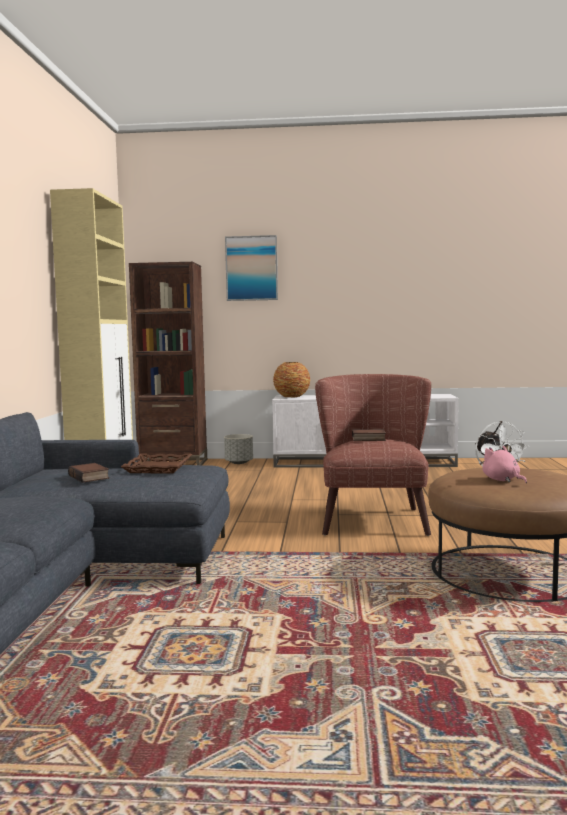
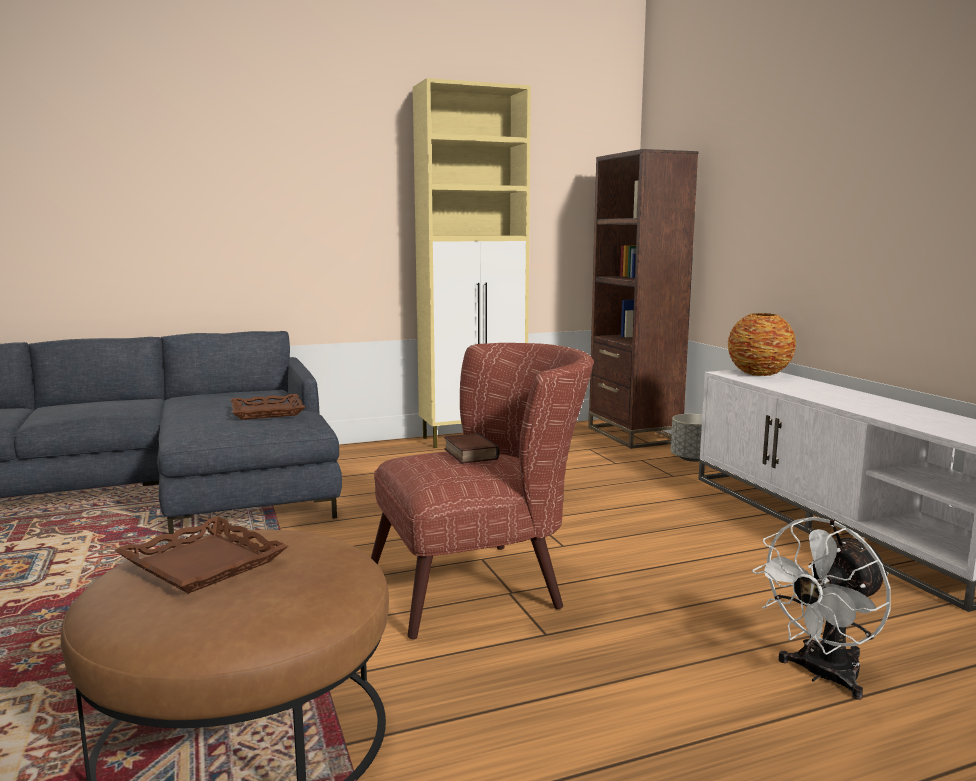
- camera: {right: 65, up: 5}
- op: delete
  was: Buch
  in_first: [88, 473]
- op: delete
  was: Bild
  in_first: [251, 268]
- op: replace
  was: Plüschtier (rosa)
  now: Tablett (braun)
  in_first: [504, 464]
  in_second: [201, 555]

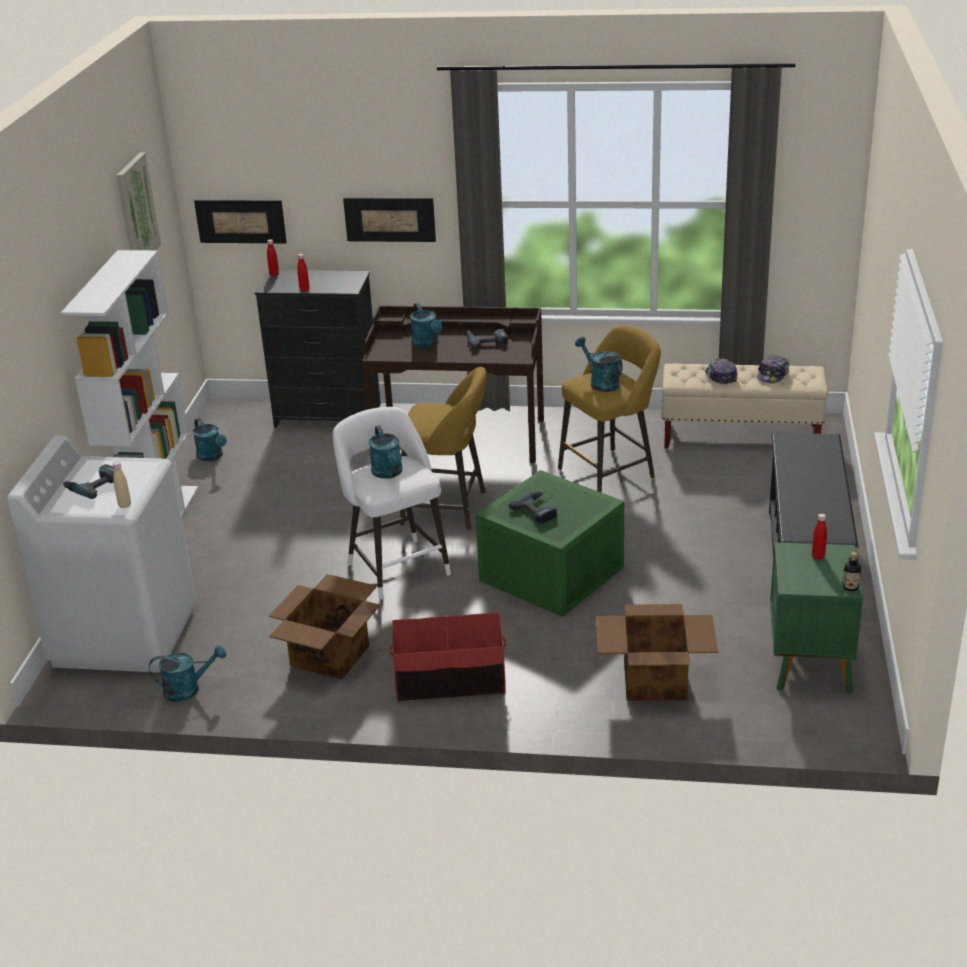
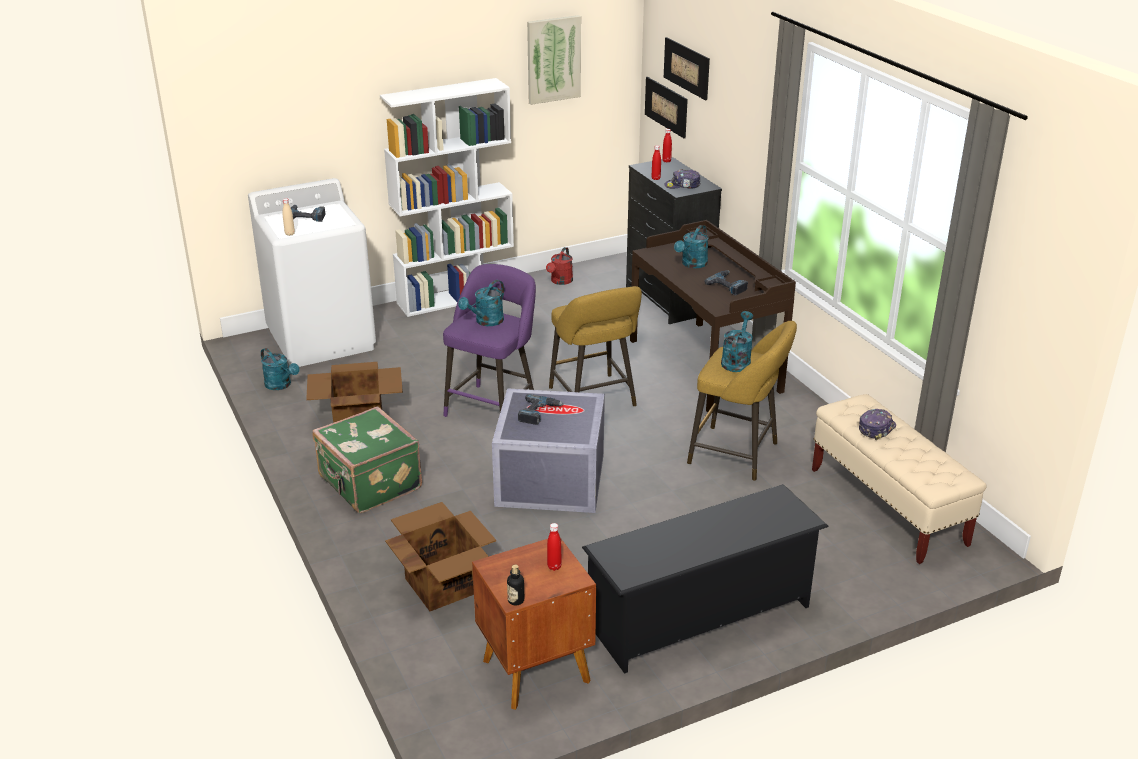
- camera: {right: 55, up: 0}
- op: move
  was: Bild
  in_first: [389, 220]
  in_second: [687, 69]
- op: move
  was: Kappe
  in_first: [773, 368]
  in_second: [683, 179]
- op: replace
  was: Aufbewahrungsbox (rot)
  now: Koffer (grün)
  in_first: [448, 656]
  in_second: [367, 459]
- op: recolor
  was: Gießkanne (türkis)
  now: Gießkanne (rot)
  in_first: [210, 439]
  in_second: [559, 266]
- op: recolor
  was: Hocker (weiß)
  now: Hocker (lila)
  in_first: [392, 503]
  in_second: [489, 340]
- op: recolor
  was: Aufbewahrungsbox (grün)
  now: Aufbewahrungsbox (grau)
  in_first: [549, 543]
  in_second: [548, 450]
- op: recolor
  was: Nachttisch (grün)
  now: Nachttisch (braun)
  in_first: [816, 618]
  in_second: [534, 624]

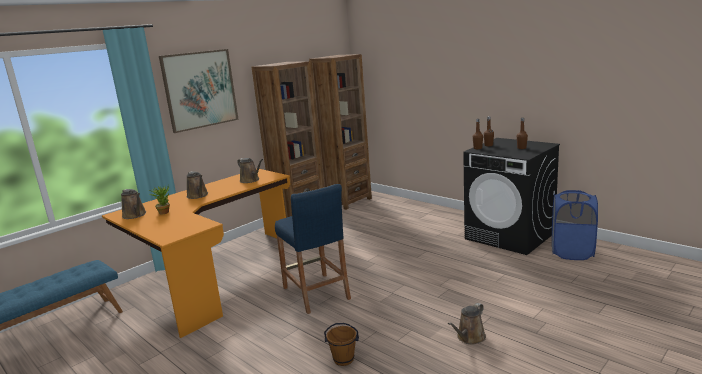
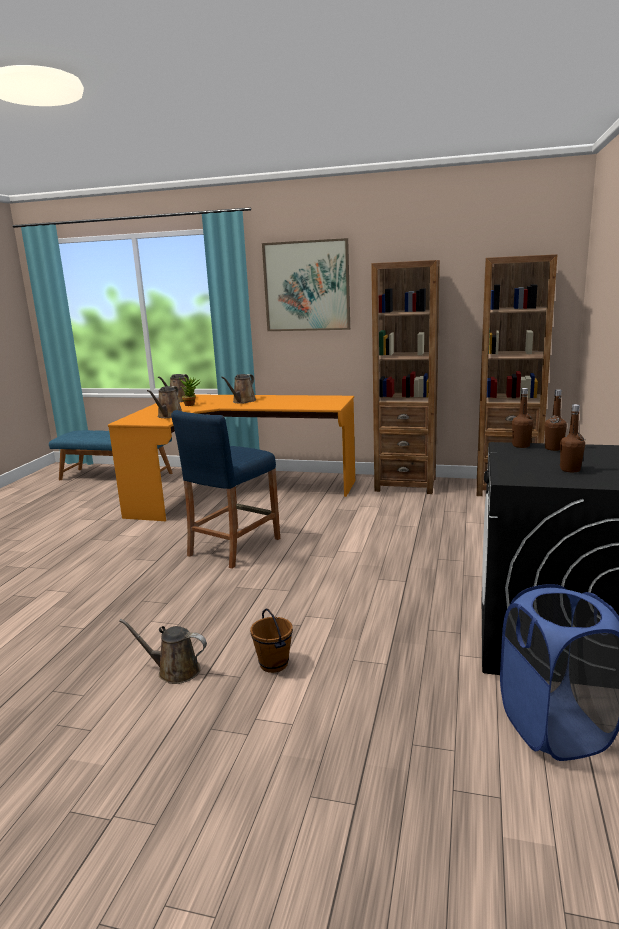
- camera: {right: 60, up: 0}
- op: move
  was: Gießkanne (braun)
  in_first: [250, 170]
  in_second: [164, 402]
- op: move
  was: Eimer (braun)
  in_first: [341, 344]
  in_second: [271, 641]

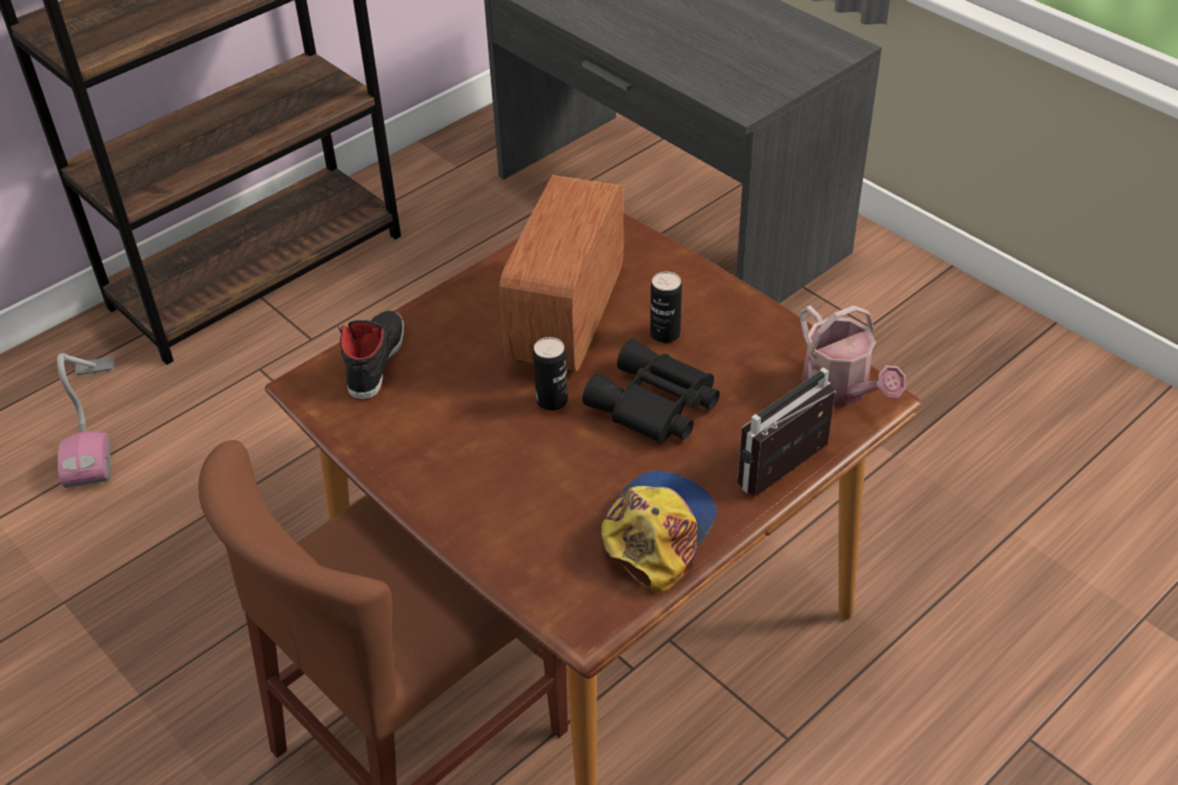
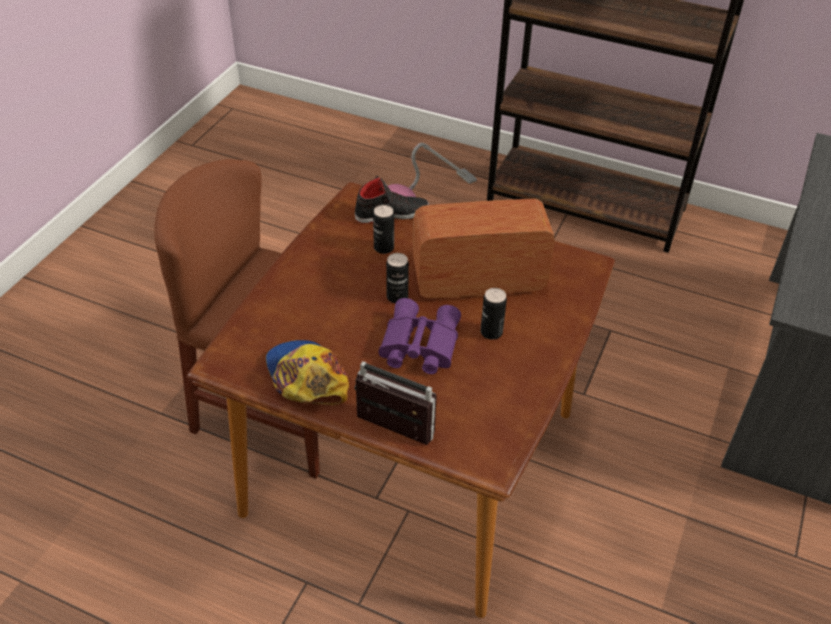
- camera: {right: 65, up: 0}
- op: delete
  was: Gießkanne
  in_first: [853, 356]
- op: insert
  now: Dose
  in_second: [383, 229]
- op: recolor
  was: Fernglas (schwarz)
  now: Fernglas (lila)
  in_first: [651, 392]
  in_second: [420, 336]
- op: rotate
  was: Kappe
  in_first: [659, 532]
  in_second: [307, 372]
  clockwise: -120

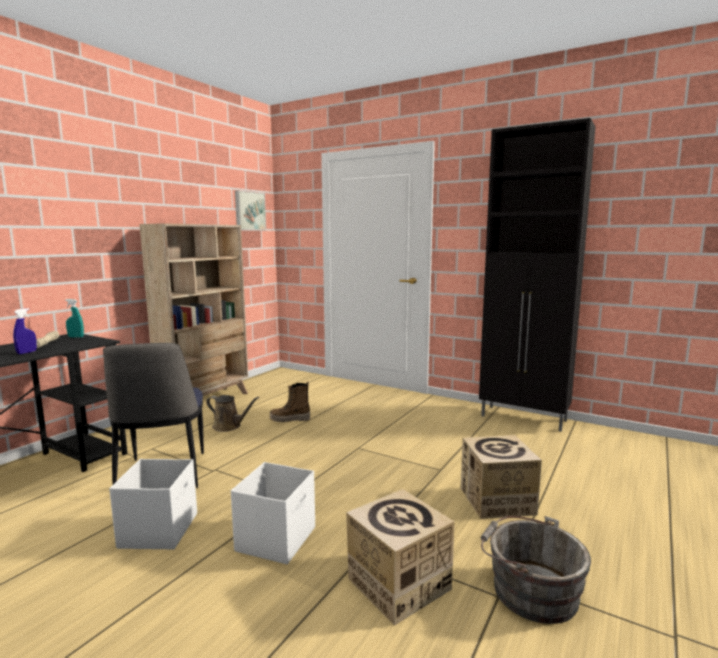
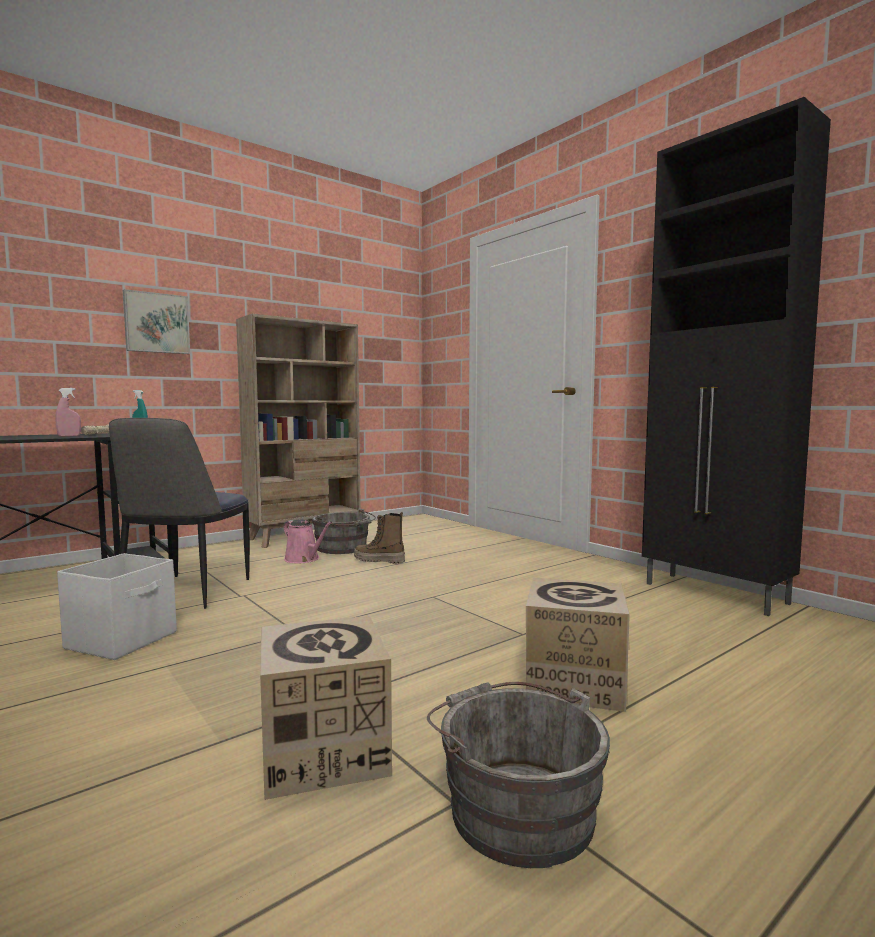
- camera: {right: 20, up: -5}
- op: delete
  was: Aufbewahrungsbox (weiß)
  in_first: [273, 513]
- op: insert
  now: Eimer (grau)
  in_second: [344, 531]
- op: move
  was: Bild
  in_first: [250, 210]
  in_second: [156, 321]
- op: recolor
  was: Sprühflasche (blau)
  now: Sprühflasche (rosa)
  in_first: [25, 331]
  in_second: [68, 412]
- op: recolor
  was: Gießkanne (braun)
  now: Gießkanne (rosa)
  in_first: [232, 413]
  in_second: [308, 541]

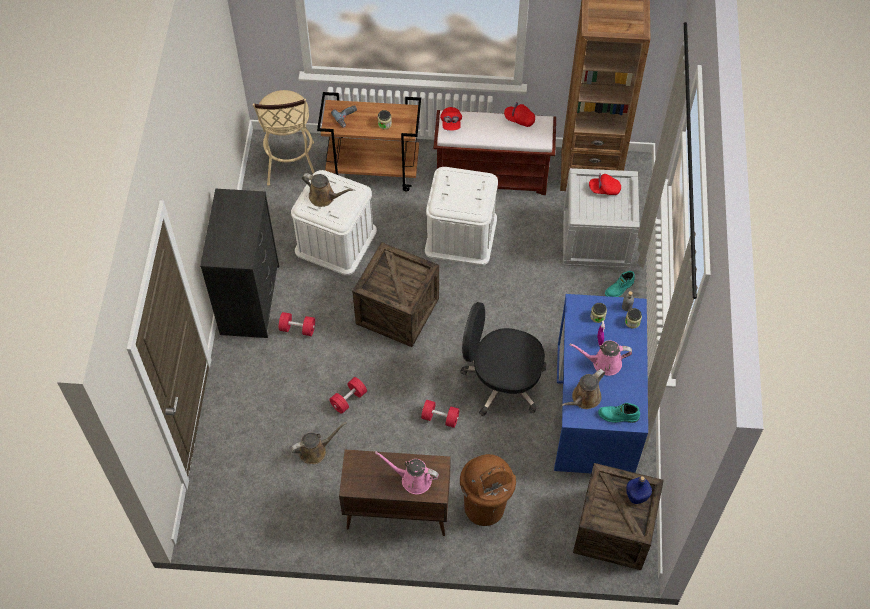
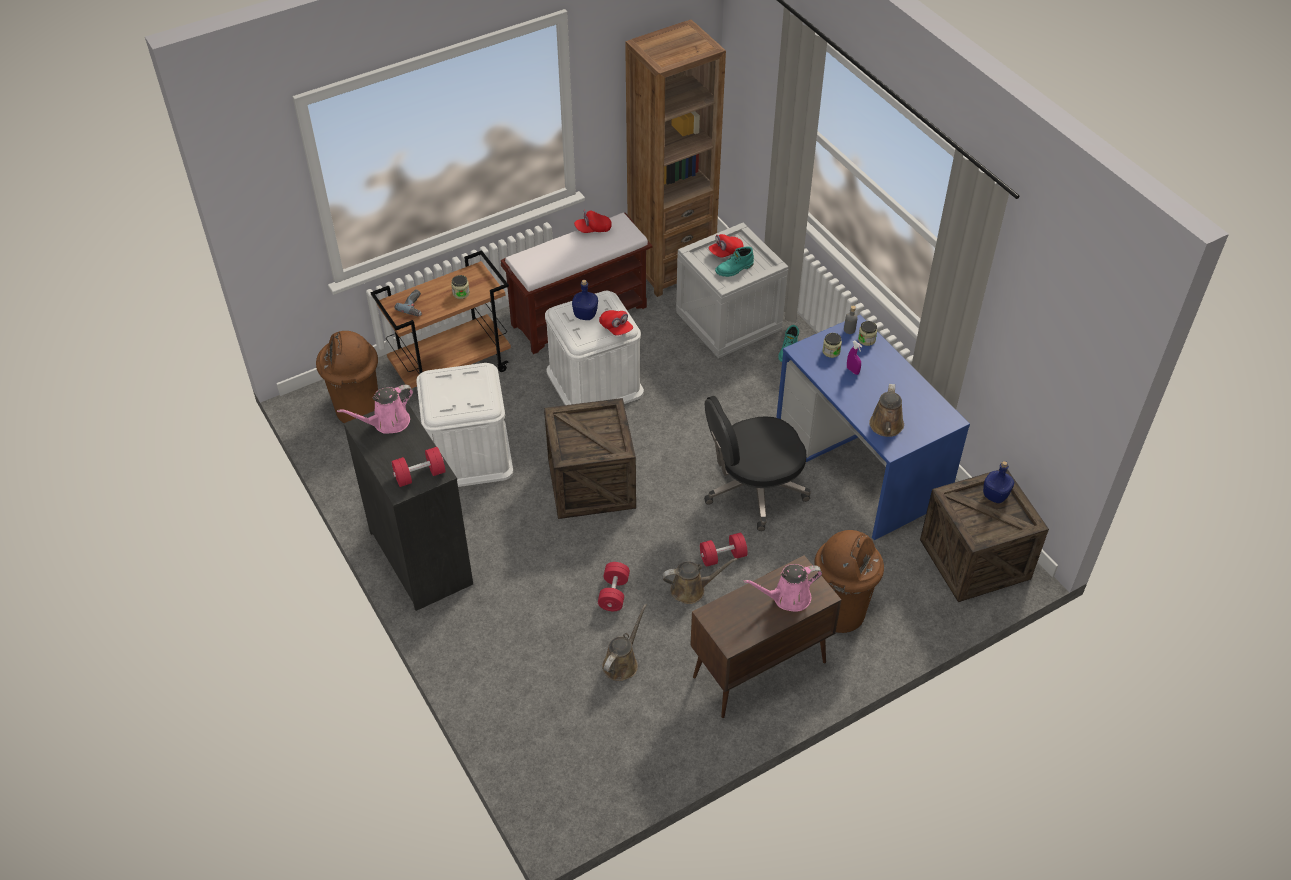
- camera: {right: -35, up: -10}
- op: insert
  now: Flasche (blau)
  in_second: [585, 300]
- op: move
  was: Hantel (rot)
  in_first: [297, 324]
  in_second: [419, 467]
- op: move
  was: Gießkanne (braun)
  in_first: [327, 190]
  in_second: [699, 581]
- op: move
  was: Kappe (rot)
  in_first: [451, 119]
  in_second: [616, 323]
- op: move
  was: Gießkanne (rosa)
  in_first: [601, 358]
  in_second: [375, 409]
- op: move
  was: Stiefel (türkis)
  in_first: [619, 413]
  in_second: [734, 261]
- op: replace
  was: Hocker (beige)
  now: Mülleimer (braun)
  in_first: [284, 138]
  in_second: [347, 377]

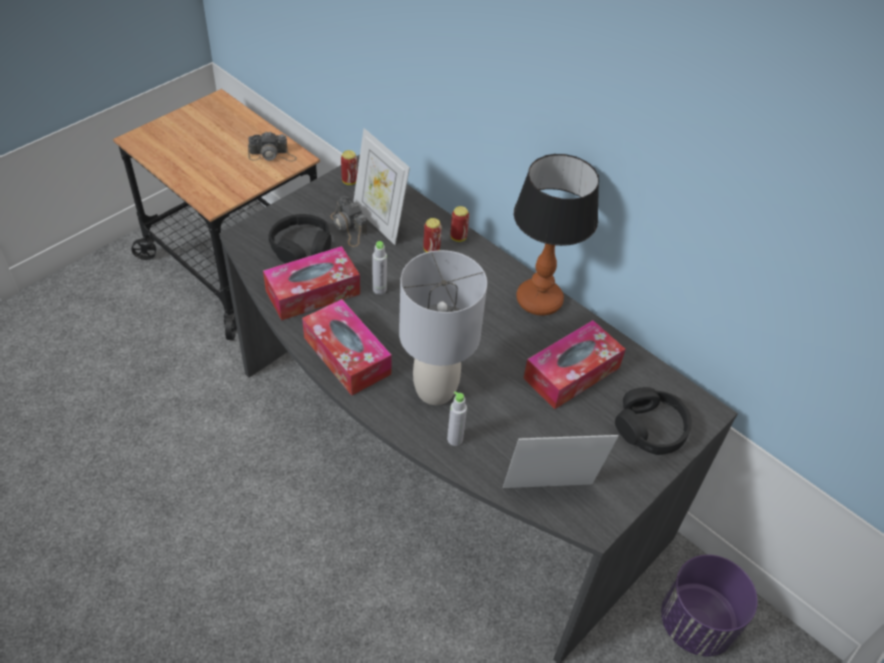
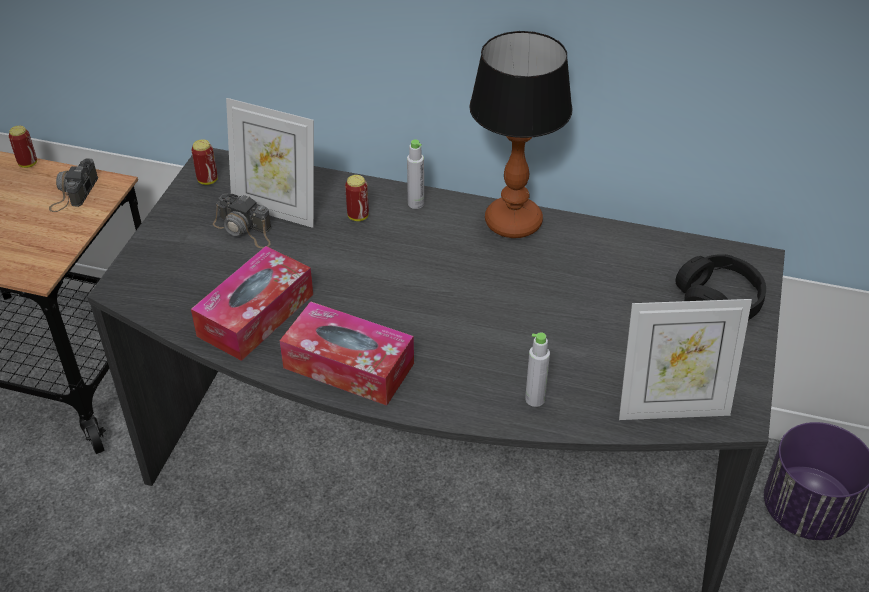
- camera: {right: -25, up: -5}
- op: delete
  was: Kopfhörer (schwarz)
  in_first: [300, 239]
- op: delete
  was: Tischlampe (grau)
  in_first: [443, 327]
- op: delete
  was: Taschentuchbox
  in_first: [575, 364]
- op: move
  was: Flasche (grau)
  in_first: [379, 267]
  in_second: [415, 174]
- op: move
  was: Dose
  in_first: [459, 224]
  in_second: [23, 147]
- op: rotate
  was: Kamera
  in_first: [272, 146]
  in_second: [73, 185]
  clockwise: 135
- op: rotate
  was: Bilderrahmen
  in_first: [561, 461]
  in_second: [685, 359]
  clockwise: -150

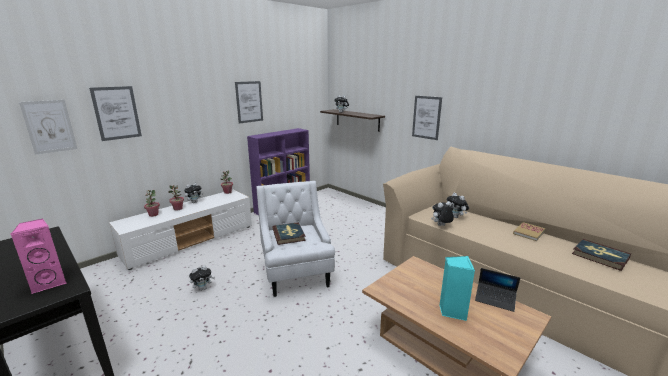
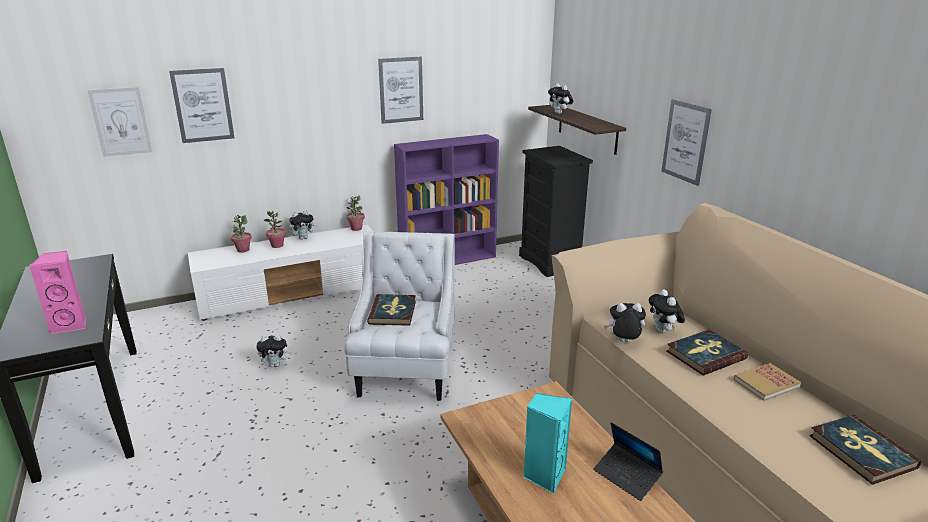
- camera: {right: 20, up: 5}
- op: insert
  now: Kommode (schwarz)
  in_second: [556, 211]
- op: insert
  now: Buch
  in_second: [707, 352]

